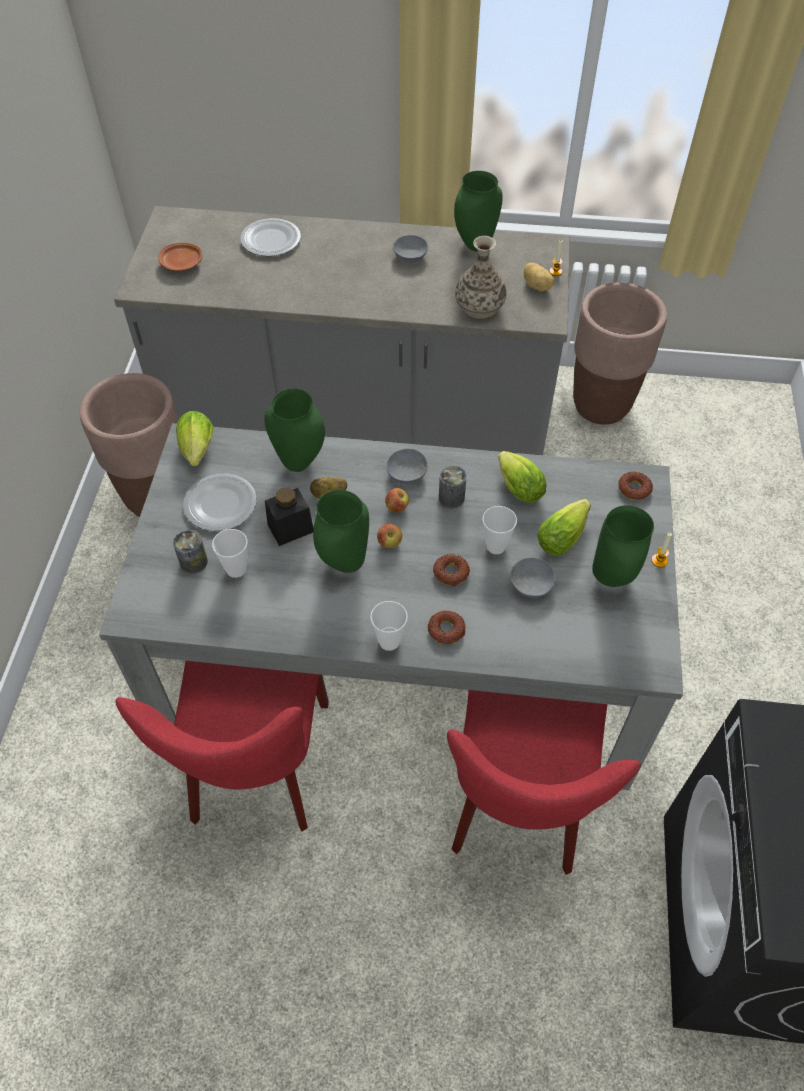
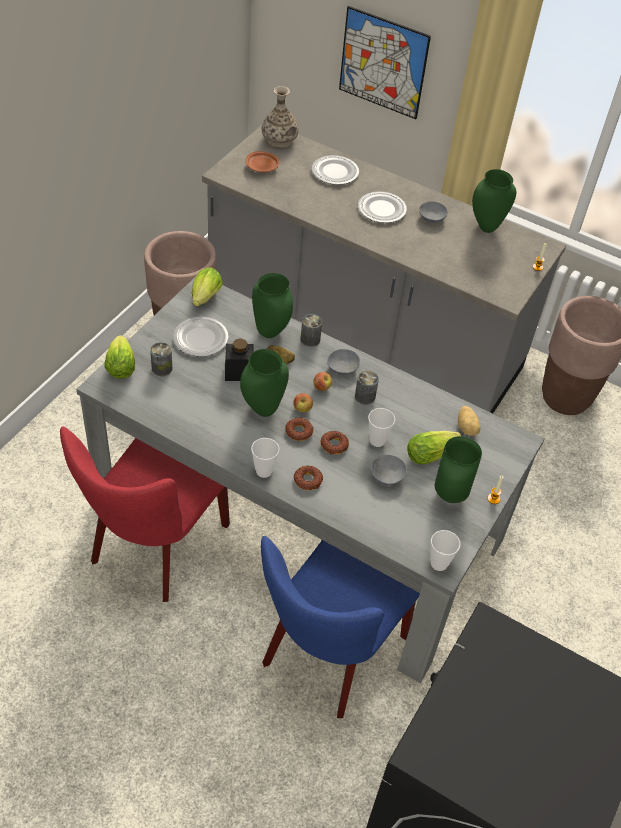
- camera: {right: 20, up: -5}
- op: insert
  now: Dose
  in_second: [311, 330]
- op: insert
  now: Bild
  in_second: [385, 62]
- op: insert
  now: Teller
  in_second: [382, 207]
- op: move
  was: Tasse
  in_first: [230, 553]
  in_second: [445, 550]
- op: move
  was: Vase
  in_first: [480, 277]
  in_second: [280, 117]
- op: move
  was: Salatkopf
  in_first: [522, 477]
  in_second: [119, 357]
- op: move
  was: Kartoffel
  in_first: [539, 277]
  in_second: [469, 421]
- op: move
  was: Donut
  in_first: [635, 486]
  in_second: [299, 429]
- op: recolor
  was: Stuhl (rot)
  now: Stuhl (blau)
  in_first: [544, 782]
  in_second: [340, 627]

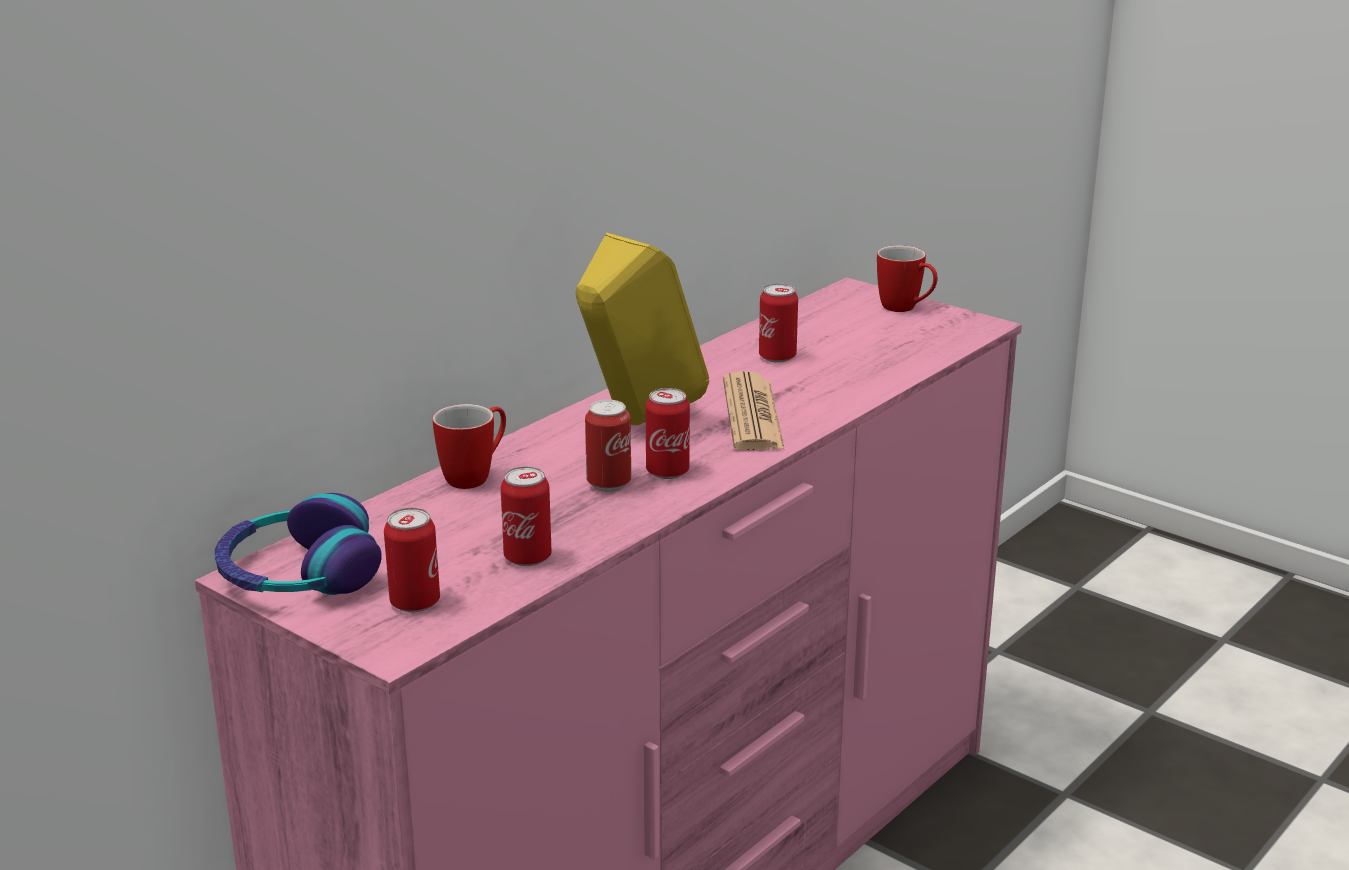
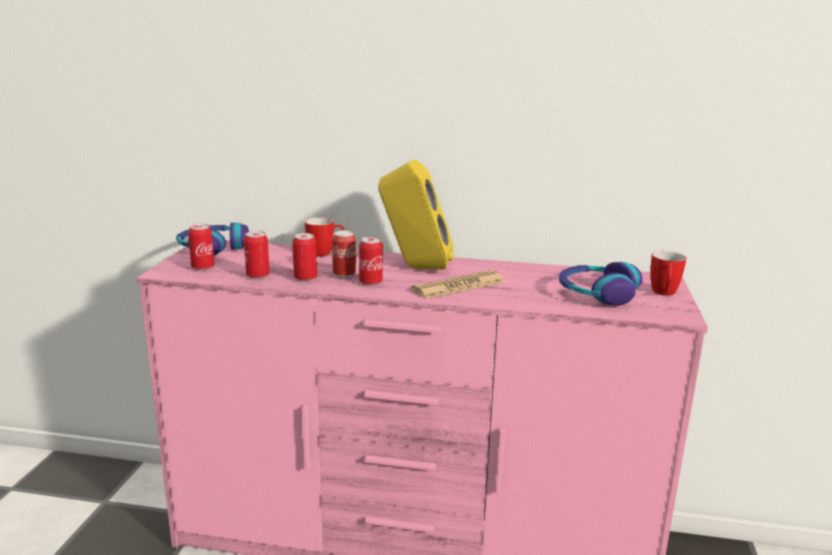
- camera: {right: 60, up: -5}
- op: insert
  now: Kopfhörer
  in_second: [600, 284]
- op: move
  was: Dose
  in_first: [778, 323]
  in_second: [304, 257]

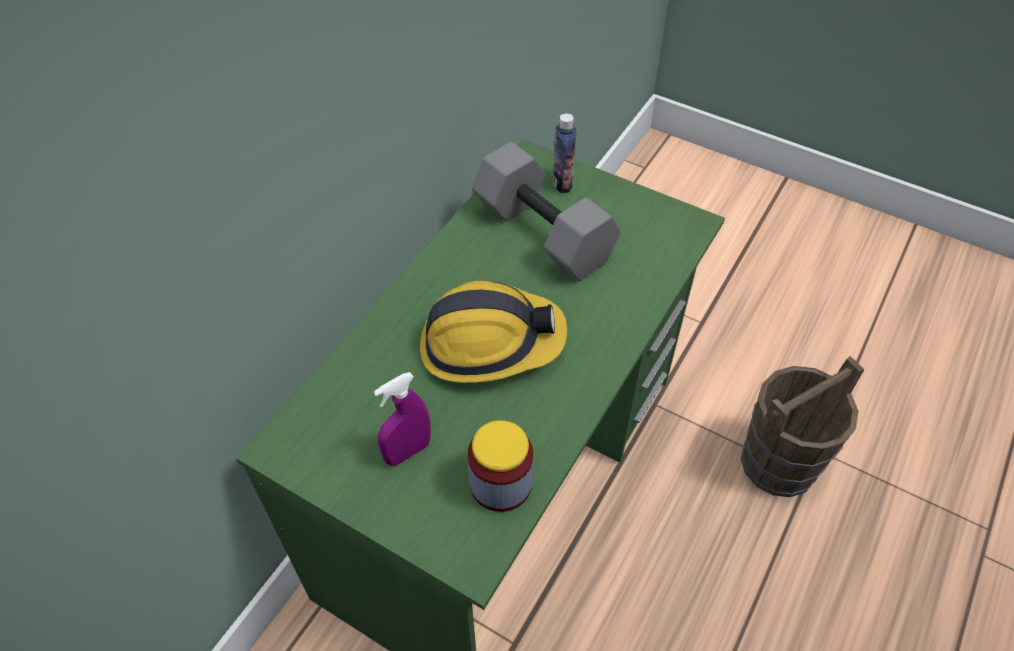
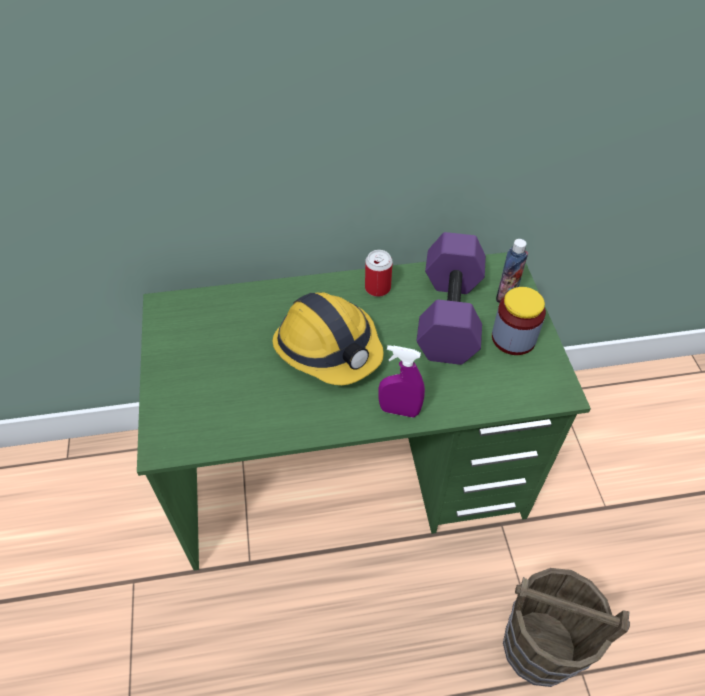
- camera: {right: 50, up: 0}
- op: insert
  now: Dose
  in_second: [379, 273]
- op: move
  was: Sprühflasche (lila)
  in_first: [402, 419]
  in_second: [402, 381]
- op: move
  was: Vorratsglas
  in_first: [500, 466]
  in_second: [519, 321]
- op: recolor
  was: Hantel (grau)
  now: Hantel (lila)
  in_first: [546, 211]
  in_second: [451, 298]

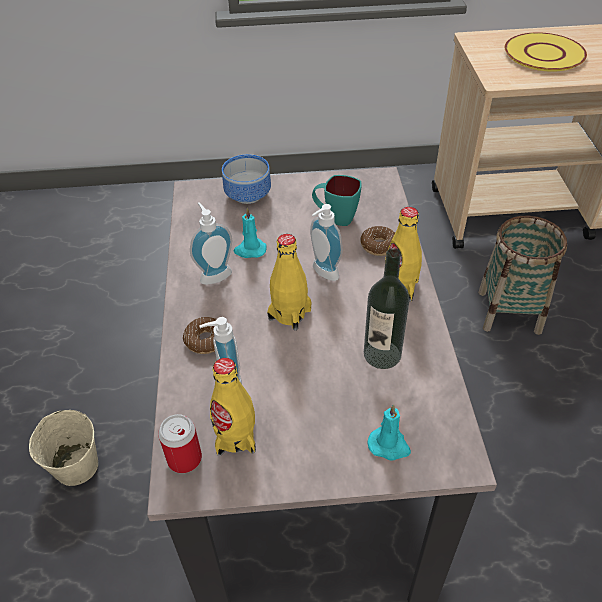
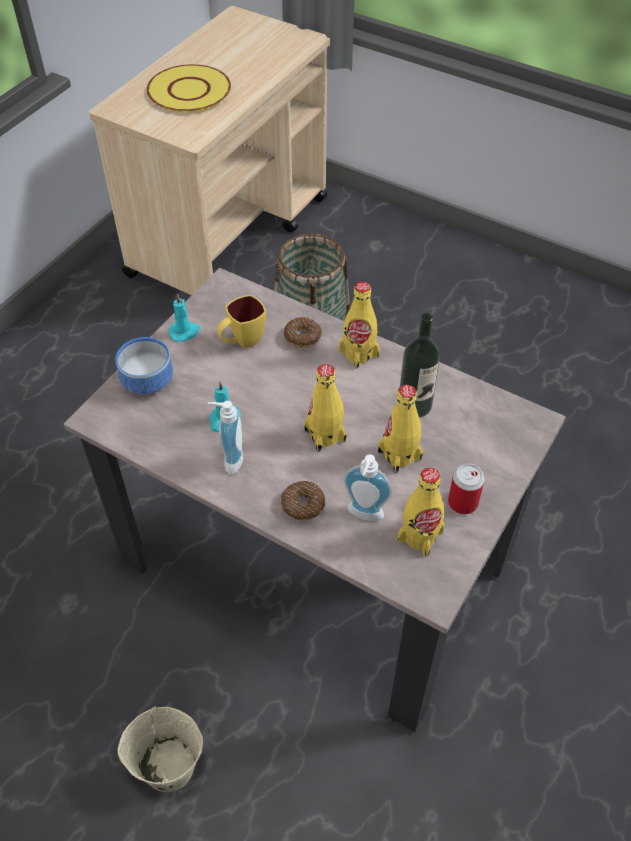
- camera: {right: -55, up: 5}
- op: delete
  was: Seifenspender
  in_first: [326, 242]
- op: insert
  now: Flasche (gelb)
  in_second: [400, 429]
- op: move
  was: Dose
  in_first: [180, 443]
  in_second: [466, 488]
- op: move
  was: Kerze (türkis)
  in_first: [389, 433]
  in_second: [184, 318]
- op: recolor
  was: Henkelbecher (türkis)
  now: Henkelbecher (gelb)
  in_first: [337, 200]
  in_second: [241, 321]

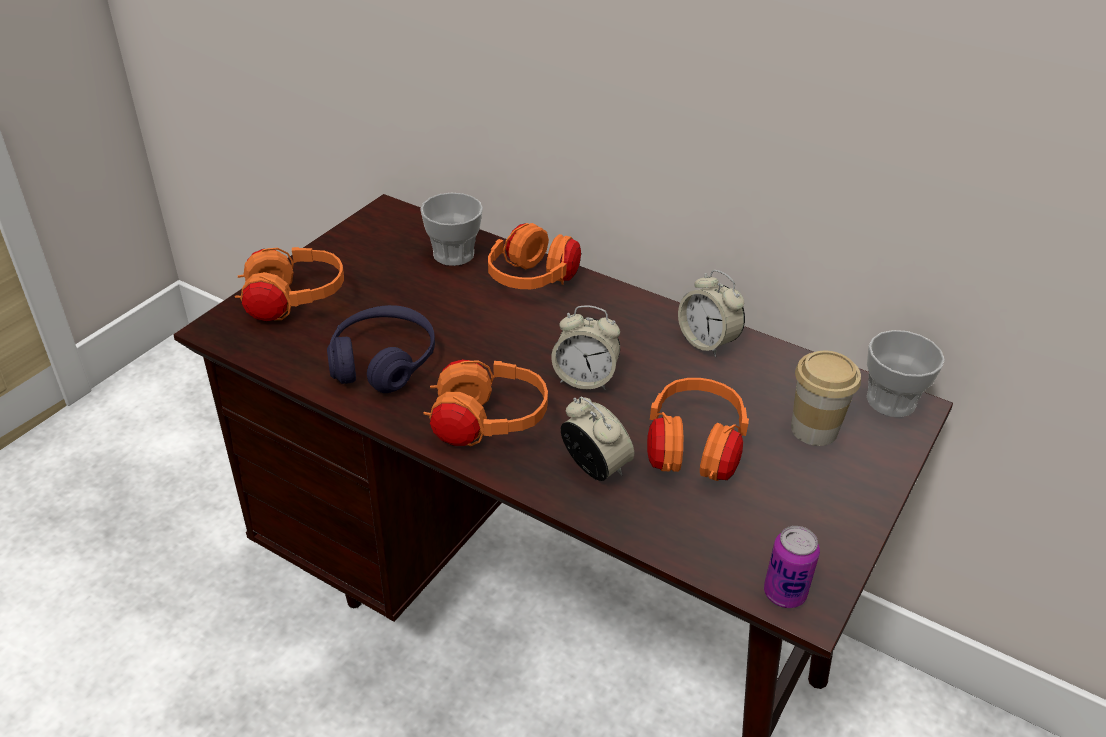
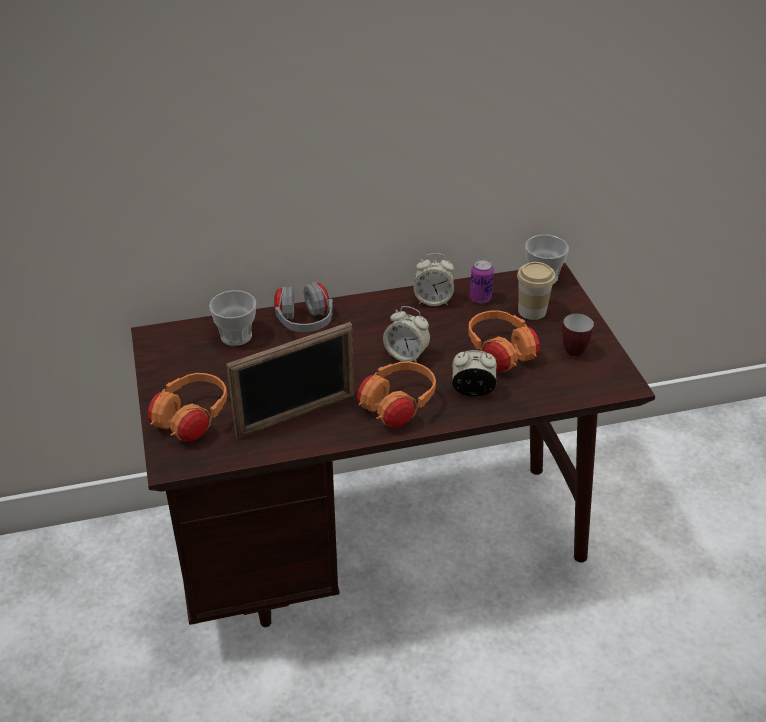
- camera: {right: -45, up: 0}
- op: insert
  now: Henkelbecher
  in_second: [578, 335]
- op: move
  was: Dose
  in_first: [792, 567]
  in_second: [482, 281]
- op: replace
  was: Kopfhörer (lila)
  now: Bilderrahmen
  in_first: [381, 349]
  in_second: [290, 380]
- op: recolor
  was: Kopfhörer (orange)
  now: Kopfhörer (grau)
  in_first: [534, 256]
  in_second: [303, 307]
- op: rotate
  was: Wecker
  in_first: [585, 347]
  in_second: [407, 334]
  clockwise: 60

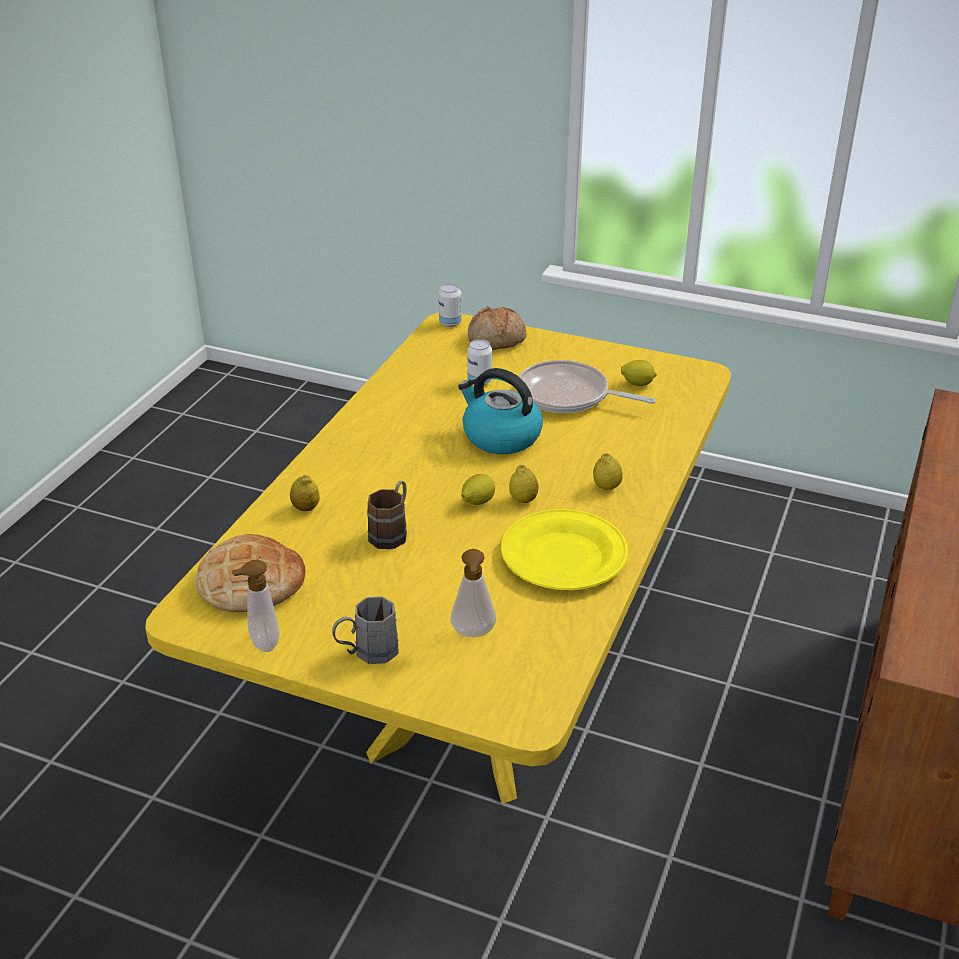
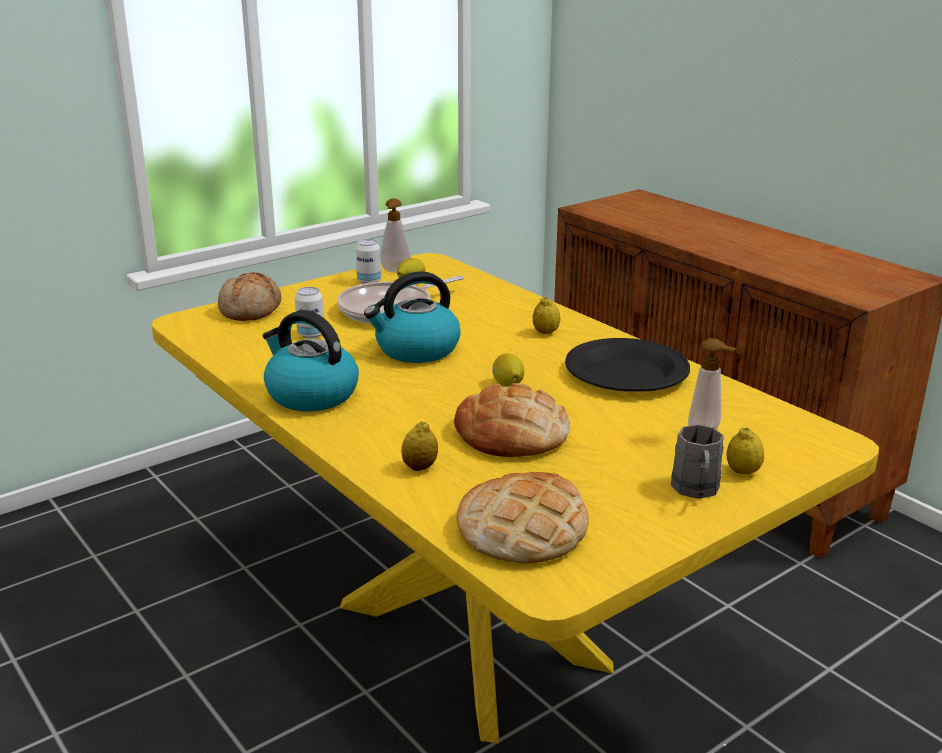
- camera: {right: -60, up: -10}
- op: insert
  now: Wasserkessel
  in_second: [311, 360]
- op: move
  was: Seifenspender
  in_first: [255, 606]
  in_second: [395, 235]
- op: move
  was: Dose
  in_first: [450, 305]
  in_second: [368, 261]
- op: move
  was: Zitrone
  in_first: [523, 484]
  in_second: [745, 451]
- op: replace
  was: Henkelbecher (braun)
  now: Brot
  in_first: [387, 515]
  in_second: [512, 420]
- op: recolor
  was: Teller (gelb)
  now: Teller (schwarz)
  in_first: [564, 549]
  in_second: [627, 365]

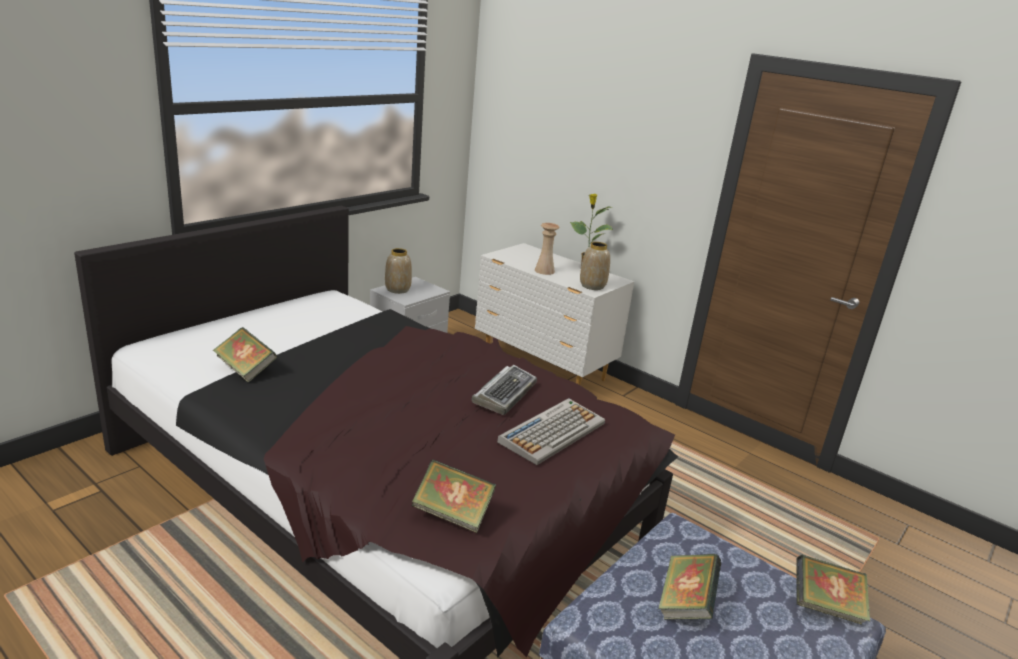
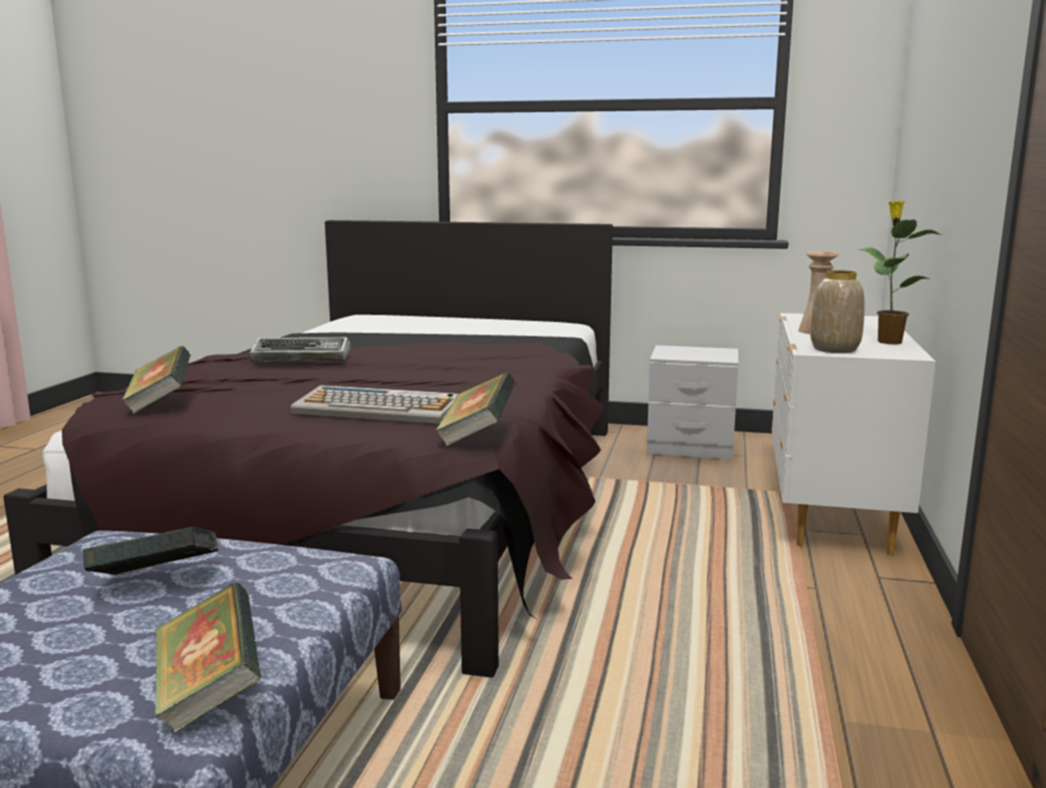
- camera: {right: 65, up: -10}
- op: delete
  was: Vase
  in_first: [398, 271]
- op: move
  was: Buch
  in_first: [245, 355]
  in_second: [475, 409]
- op: move
  was: Tastatur
  in_first: [504, 390]
  in_second: [300, 349]

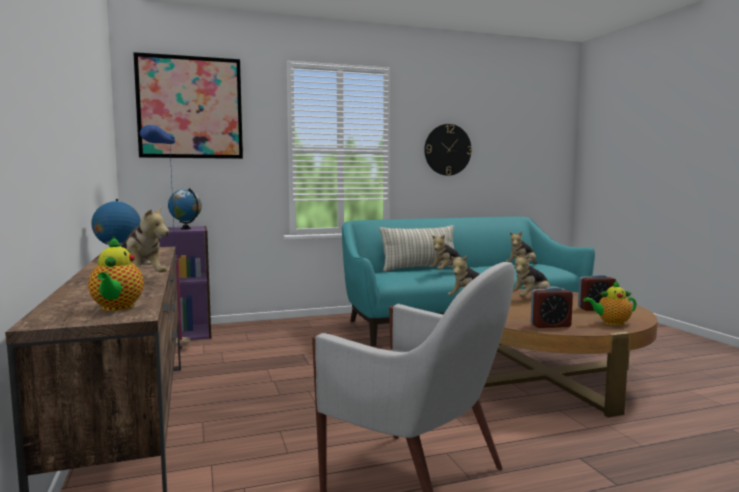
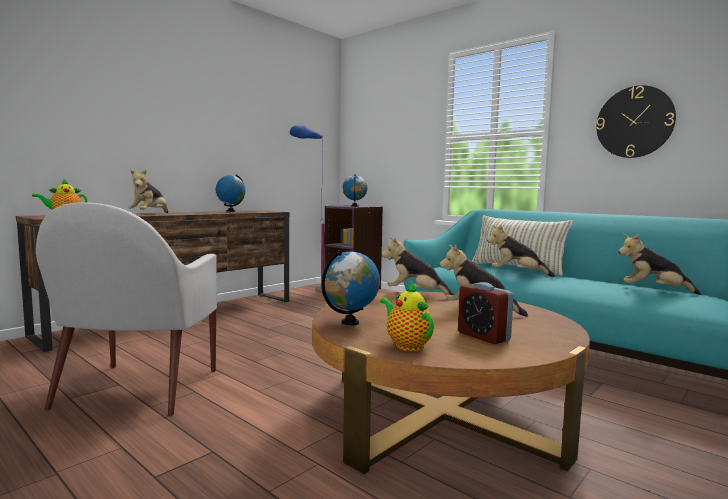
- camera: {right: 60, up: 0}
- op: delete
  was: Bild
  in_first: [188, 105]
- op: replace
  was: Wecker
  now: Globus
  in_first: [552, 307]
  in_second: [351, 288]

